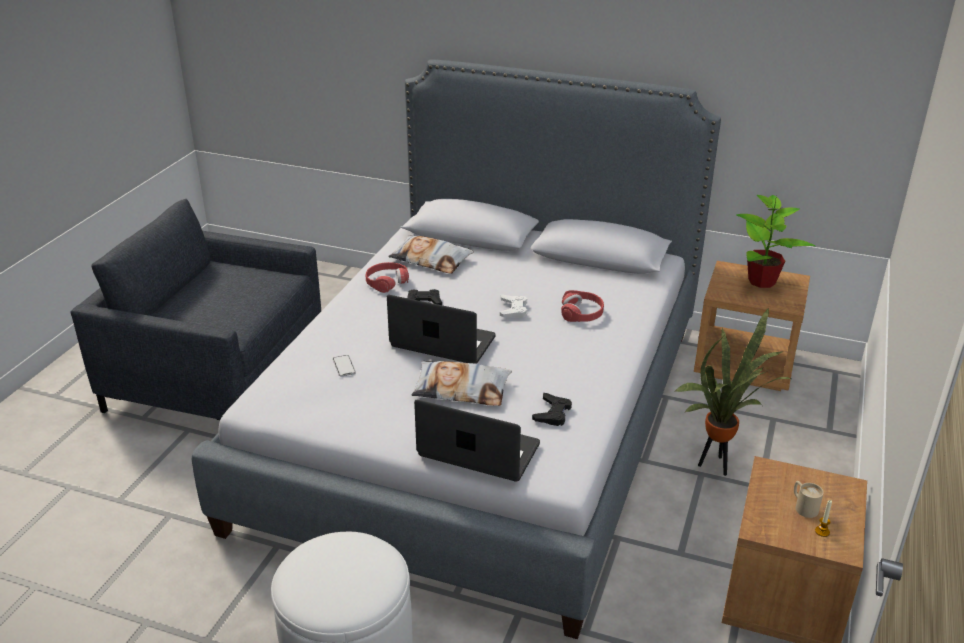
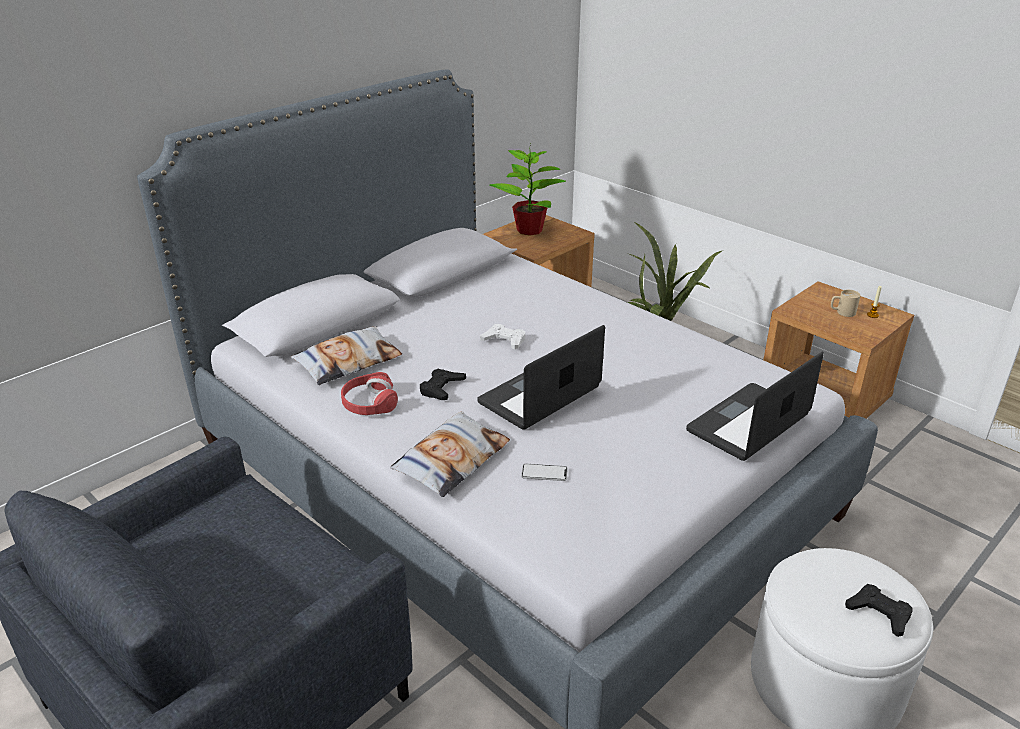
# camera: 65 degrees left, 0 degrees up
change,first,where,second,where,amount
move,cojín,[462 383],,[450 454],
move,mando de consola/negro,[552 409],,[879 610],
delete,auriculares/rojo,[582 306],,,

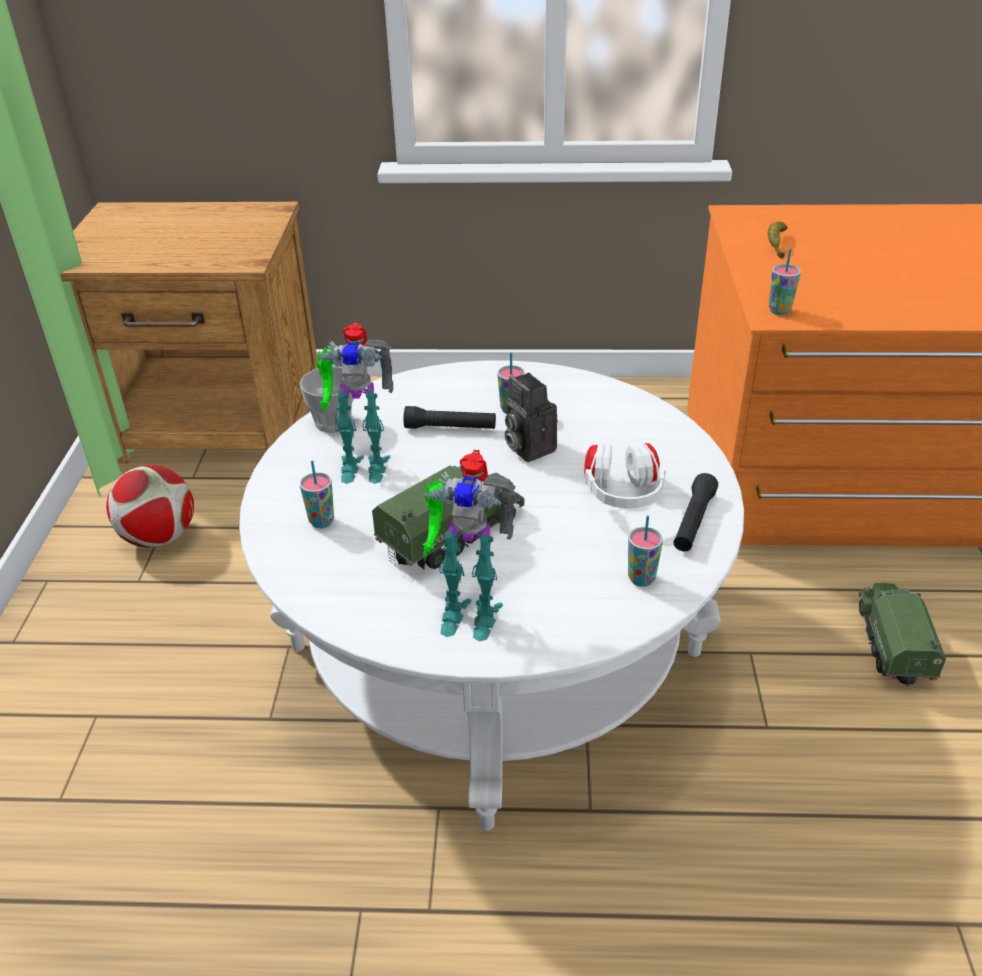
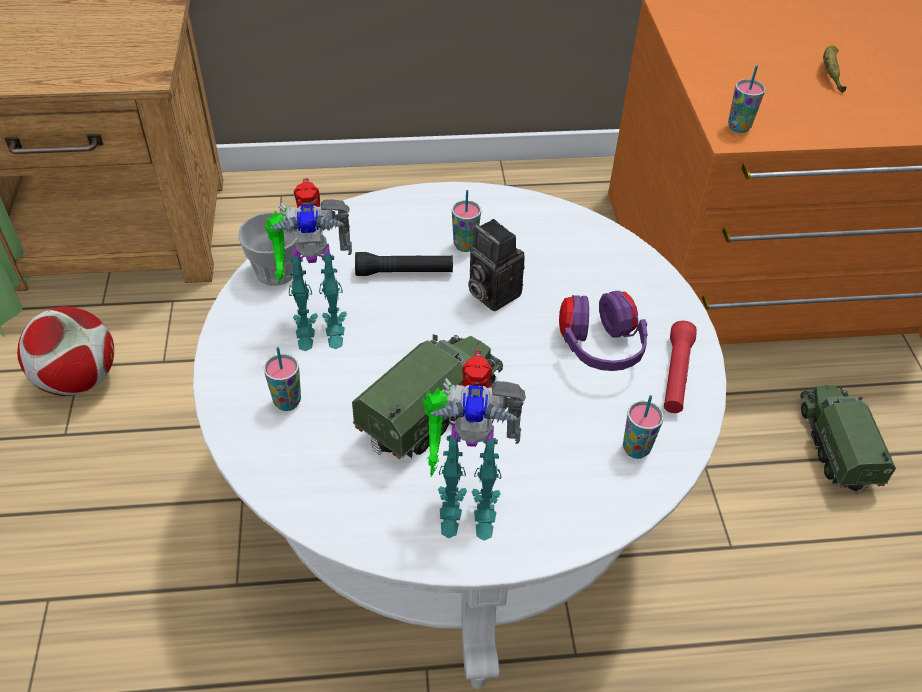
# camera: 10 degrees left, 10 degrees up
change,first,where,second,where,amount
recolor,auriculares/blanco,[625 475],auriculares/morado,[603 331],
recolor,linterna/negro,[696 512],linterna/rojo,[680 367],
move,plátano,[777 240],,[834 69],

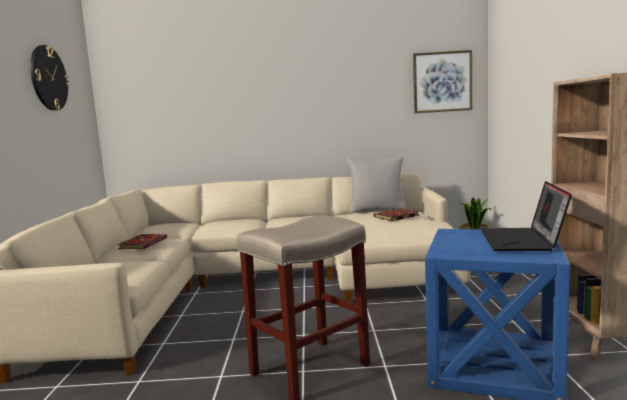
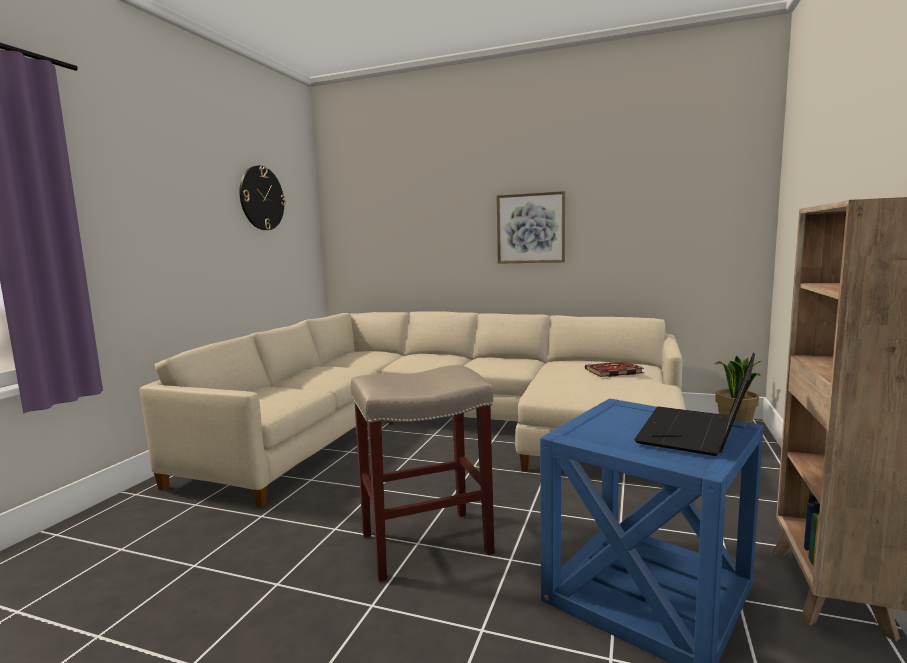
# camera: 20 degrees right, 0 degrees up
change,first,where,second,where,amount
move,cuadro,[442 81],,[531 227],
delete,libro,[142 241],,,
delete,cojín/gris,[377 185],,,

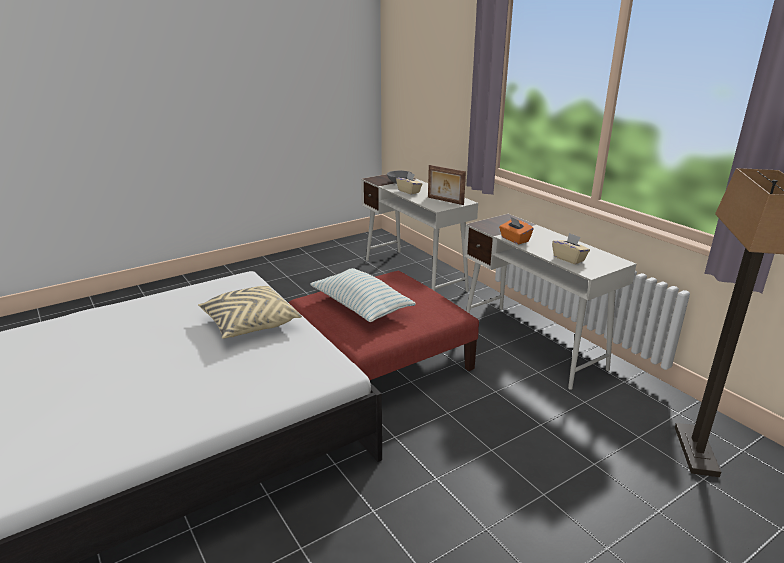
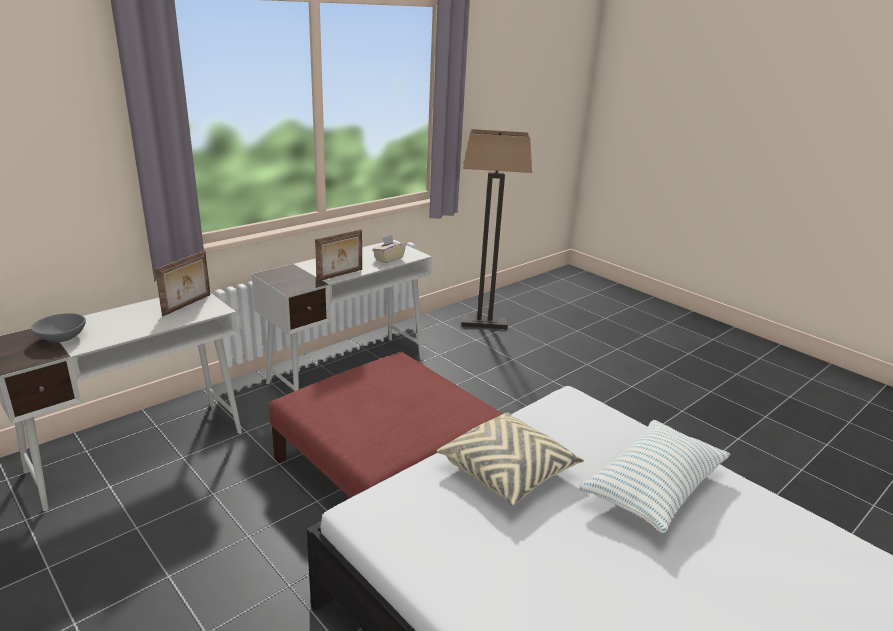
# camera: 100 degrees left, 0 degrees up
change,first,where,second,where,amount
replace,caja de pañuelos/naranja,[516 230],portarretratos,[338 255],
move,cojín,[363 295],,[655 476],
delete,caja de pañuelos/beis,[409 183],,,

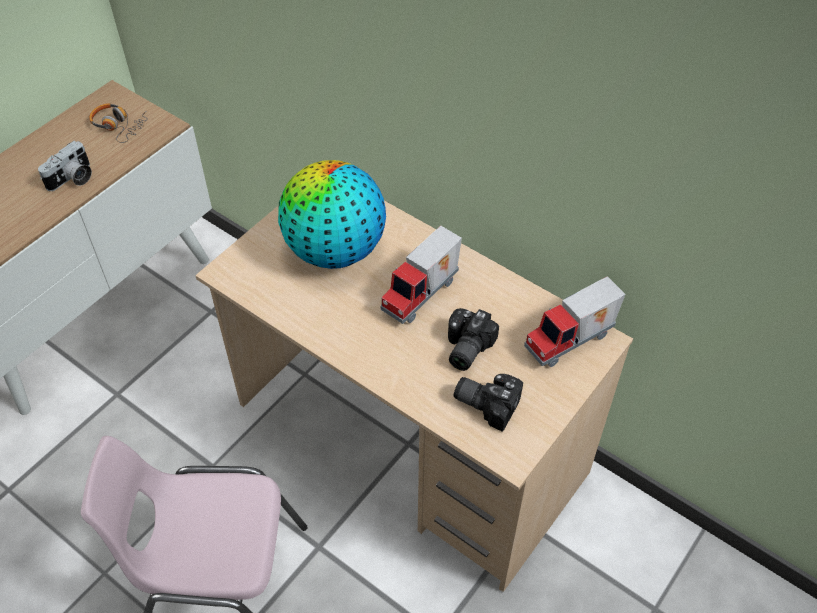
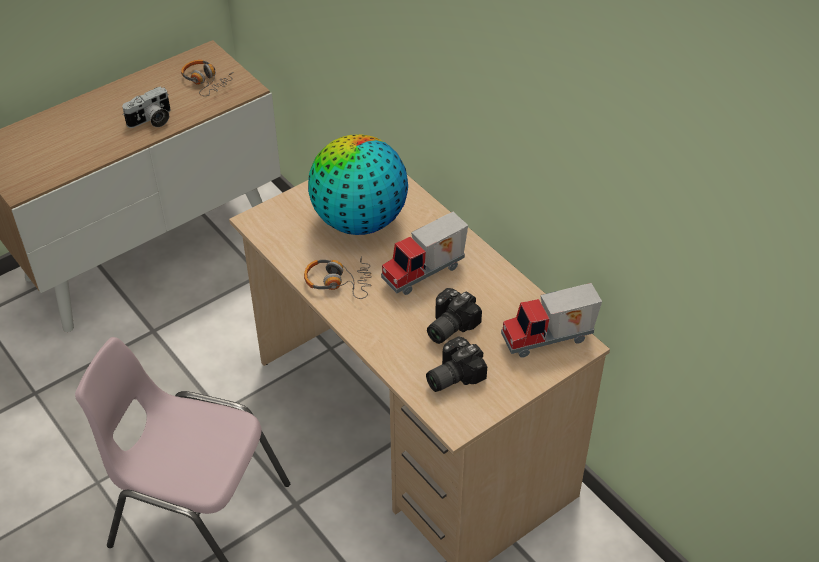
# camera: 15 degrees right, 5 degrees down
change,first,where,second,where,amount
insert,,,auriculares,[338 278],
rotate,cámara,[488 403],,[456 364],75 degrees counterclockwise

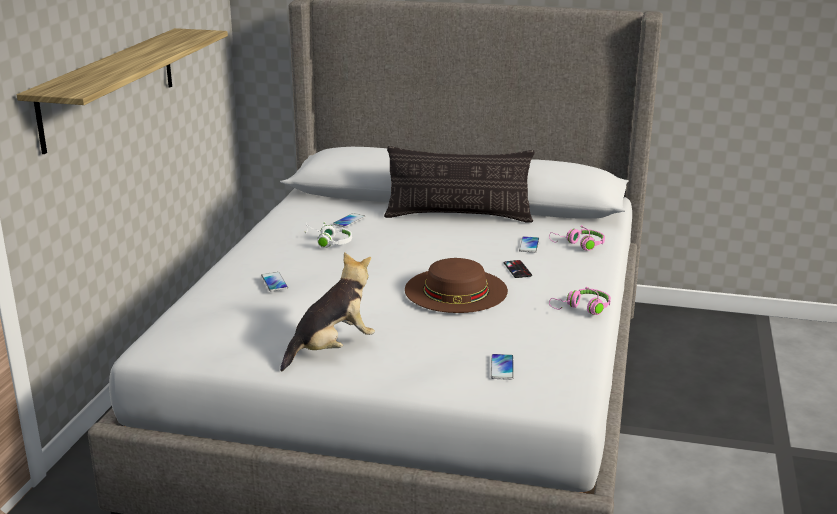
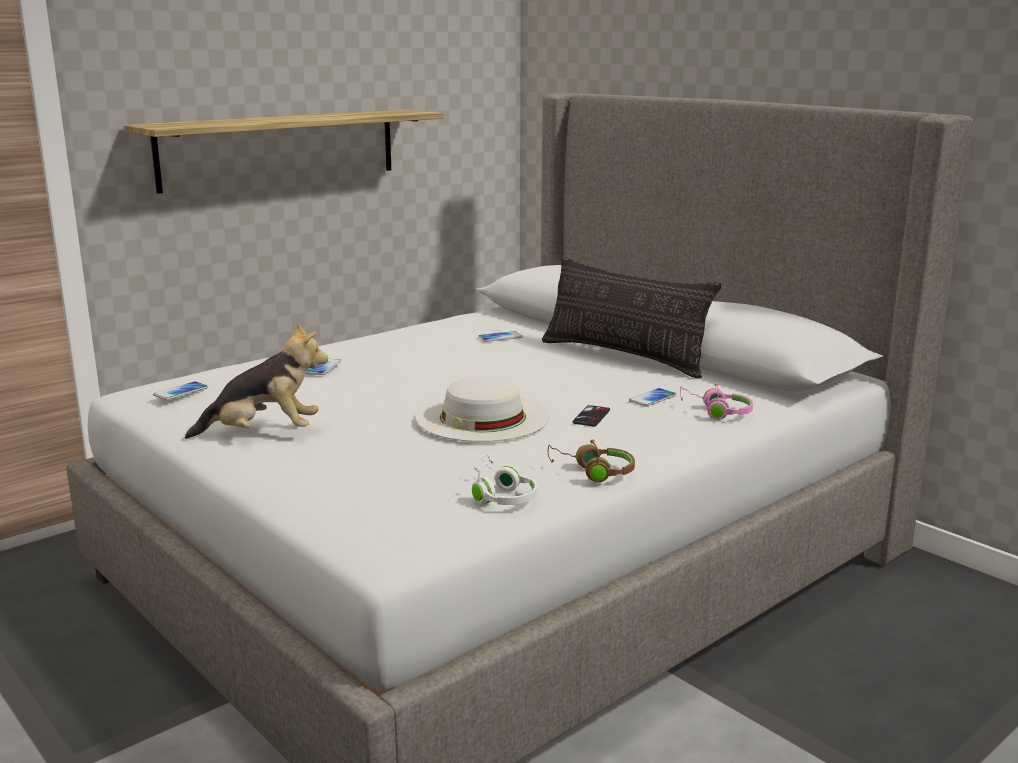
# camera: 35 degrees right, 5 degrees down
change,first,where,second,where,amount
move,móvil,[502 367],,[180 390],
recolor,sombrero/marrón,[456 285],sombrero/blanco,[483 409],
move,auriculares/blanco,[328 235],,[505 480],
recolor,auriculares/rosa,[580 301],auriculares/marrón,[591 460],

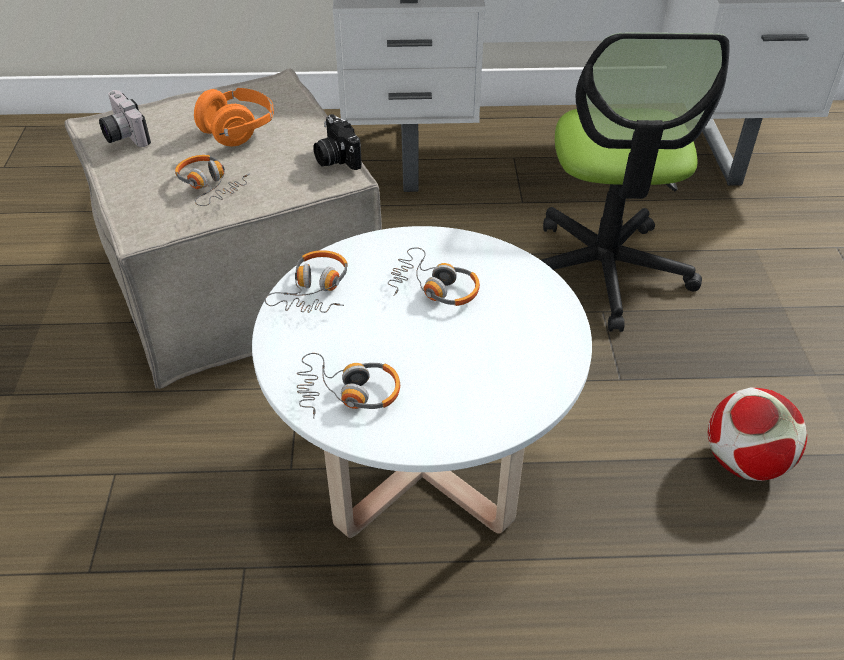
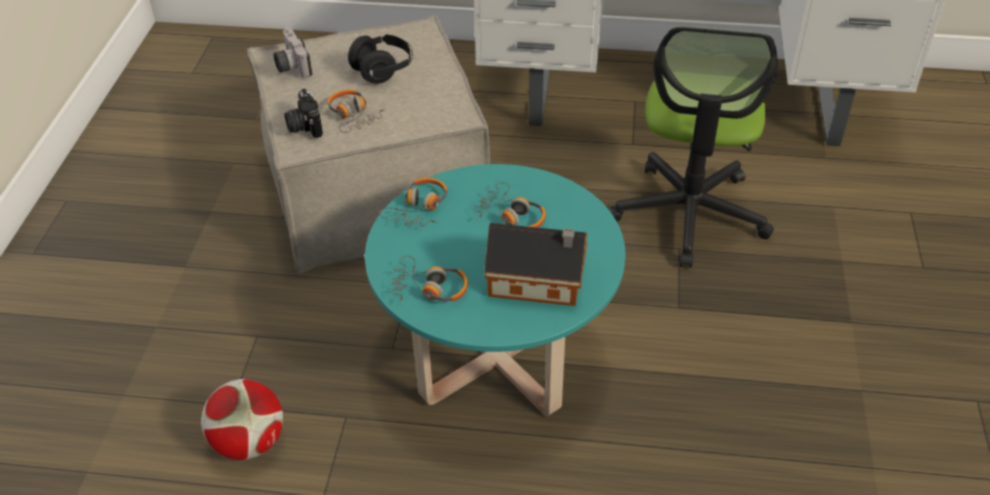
# camera: 10 degrees right, 0 degrees up
change,first,where,second,where,amount
move,balón de fútbol,[757 434],,[242 419],
move,cámara,[337 142],,[303 113],
recolor,auriculares/naranja,[234 117],auriculares/negro,[380 59],
recolor,mesa de centro/blanco,[422 382],mesa de centro/turquesa,[495 290],
insert,,,casita,[536 264],

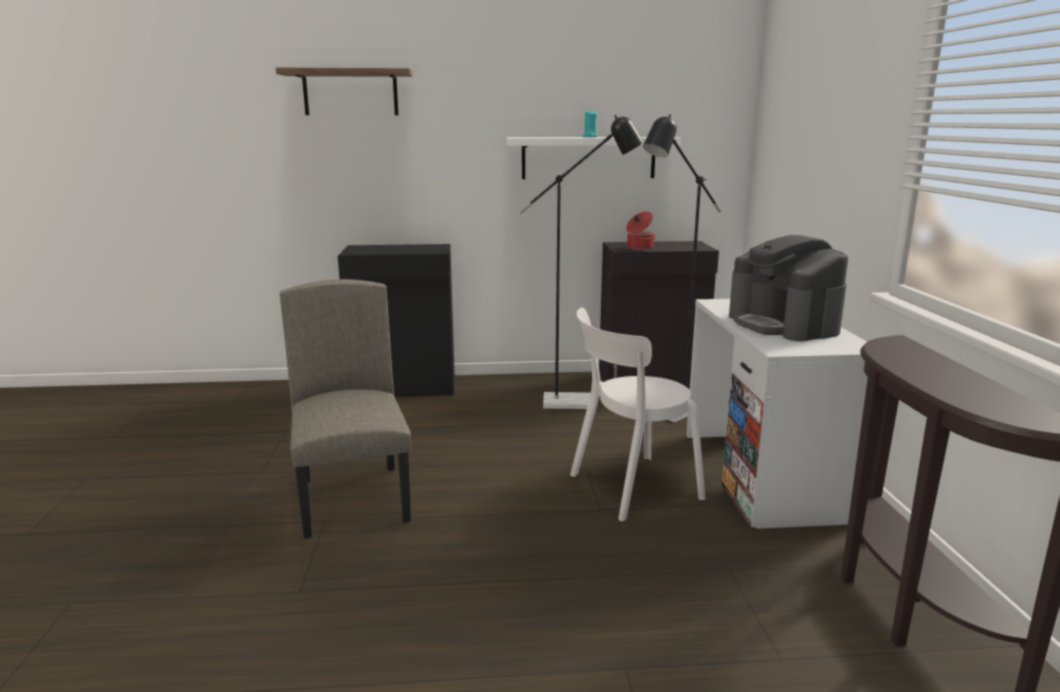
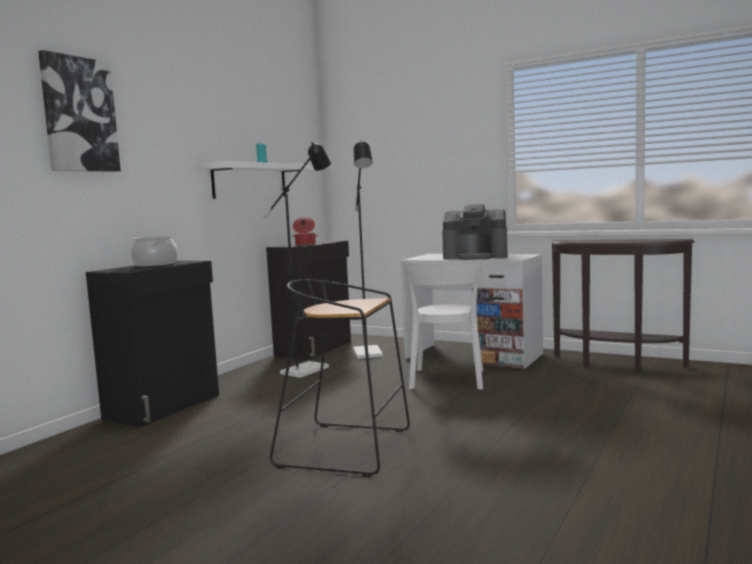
# camera: 55 degrees left, 10 degrees down
change,first,where,second,where,amount
replace,estante,[344 91],cuadro,[79 111],
insert,,,olla,[154 251],
replace,silla/beis,[345 409],taburete/negro,[340 378],

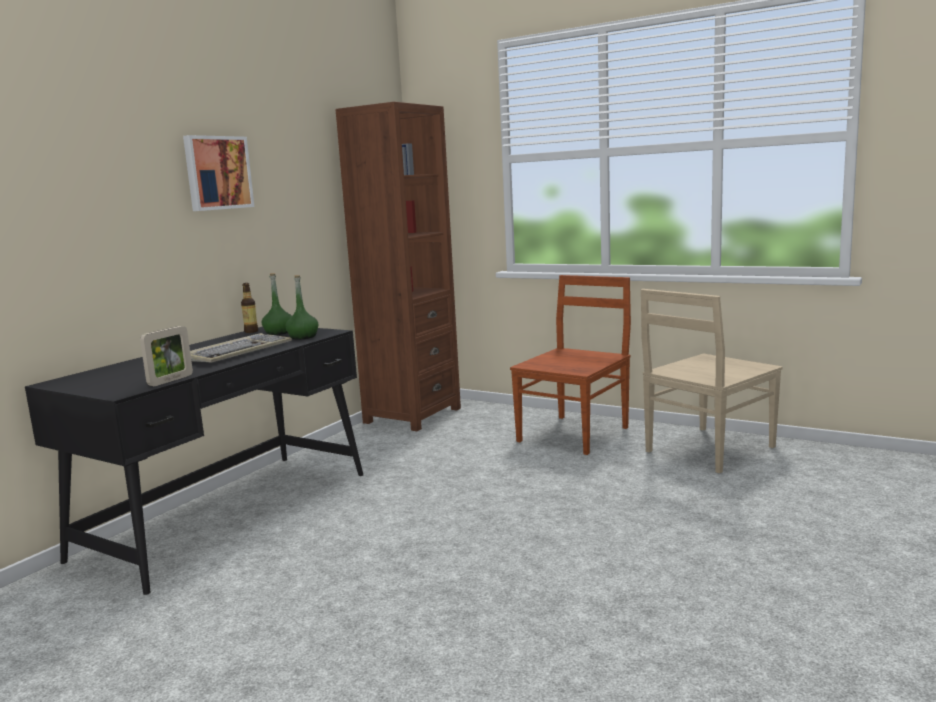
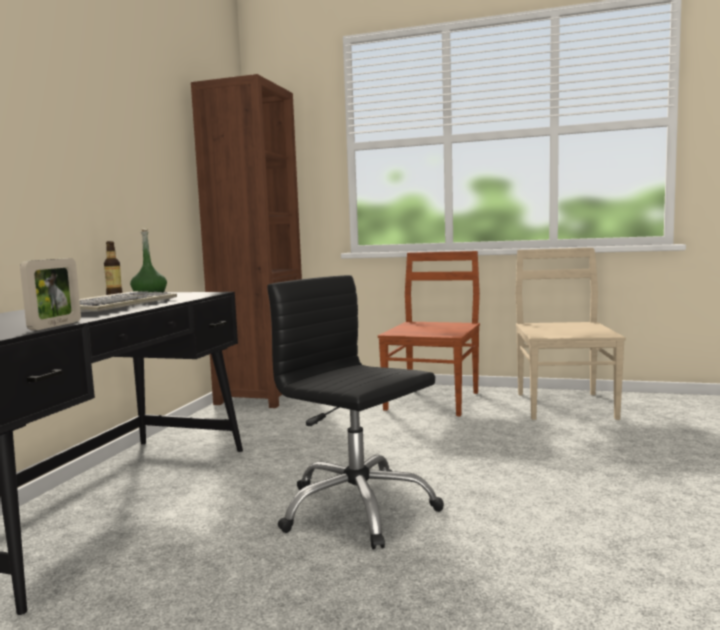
# camera: 15 degrees left, 5 degrees down
change,first,where,second,where,amount
insert,,,silla de oficina/negro,[355 412],
rotate,silla/beis,[712 381],,[570 334],150 degrees clockwise
delete,cuadro,[218 173],,,
delete,botella/verde,[301 307],,,

